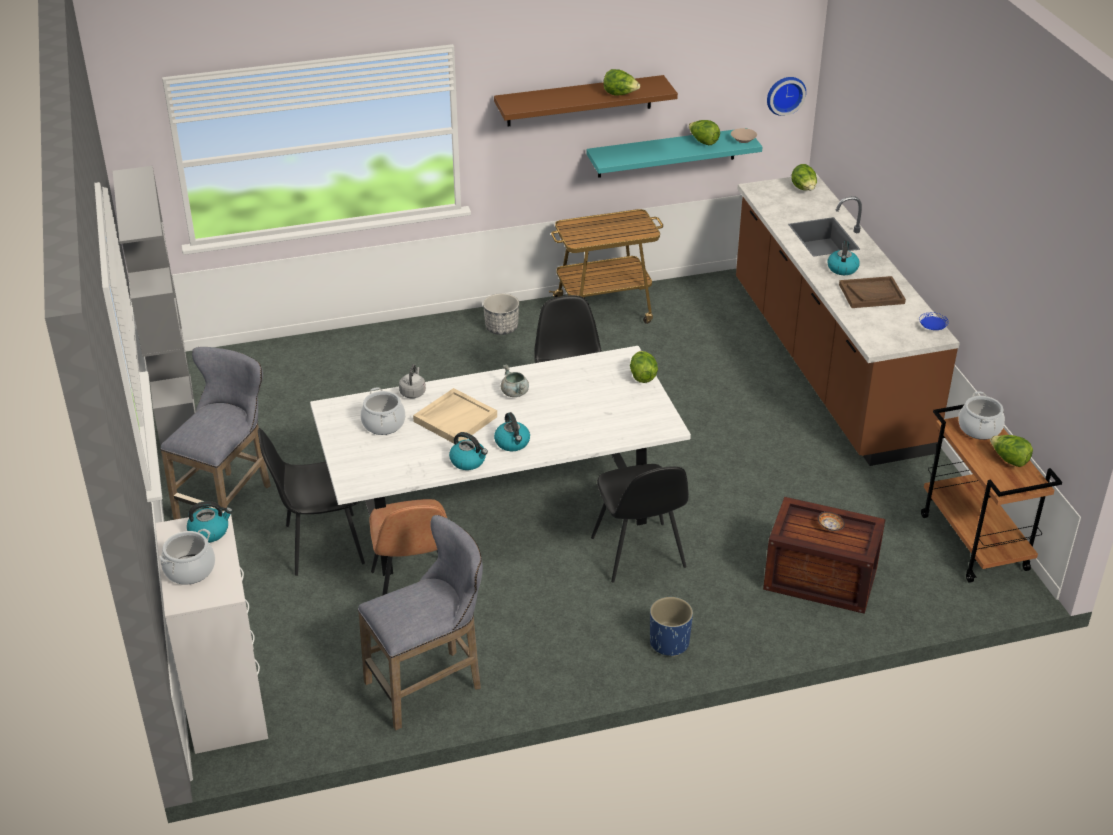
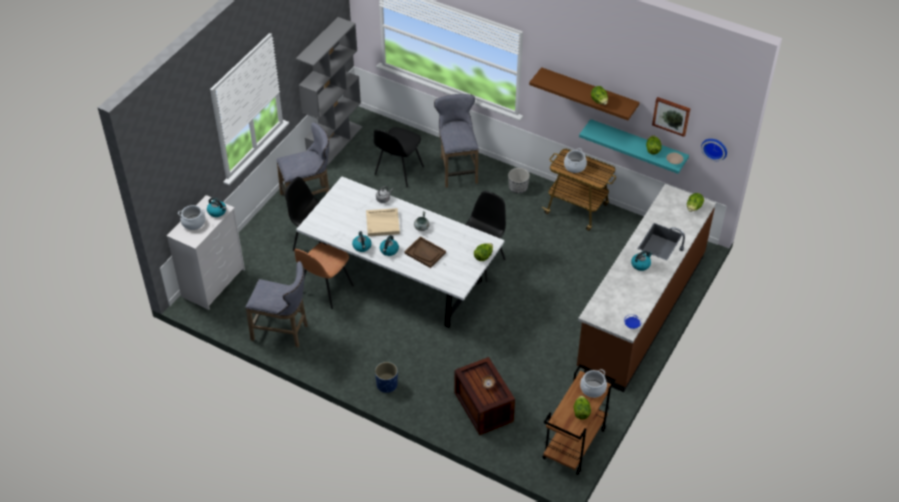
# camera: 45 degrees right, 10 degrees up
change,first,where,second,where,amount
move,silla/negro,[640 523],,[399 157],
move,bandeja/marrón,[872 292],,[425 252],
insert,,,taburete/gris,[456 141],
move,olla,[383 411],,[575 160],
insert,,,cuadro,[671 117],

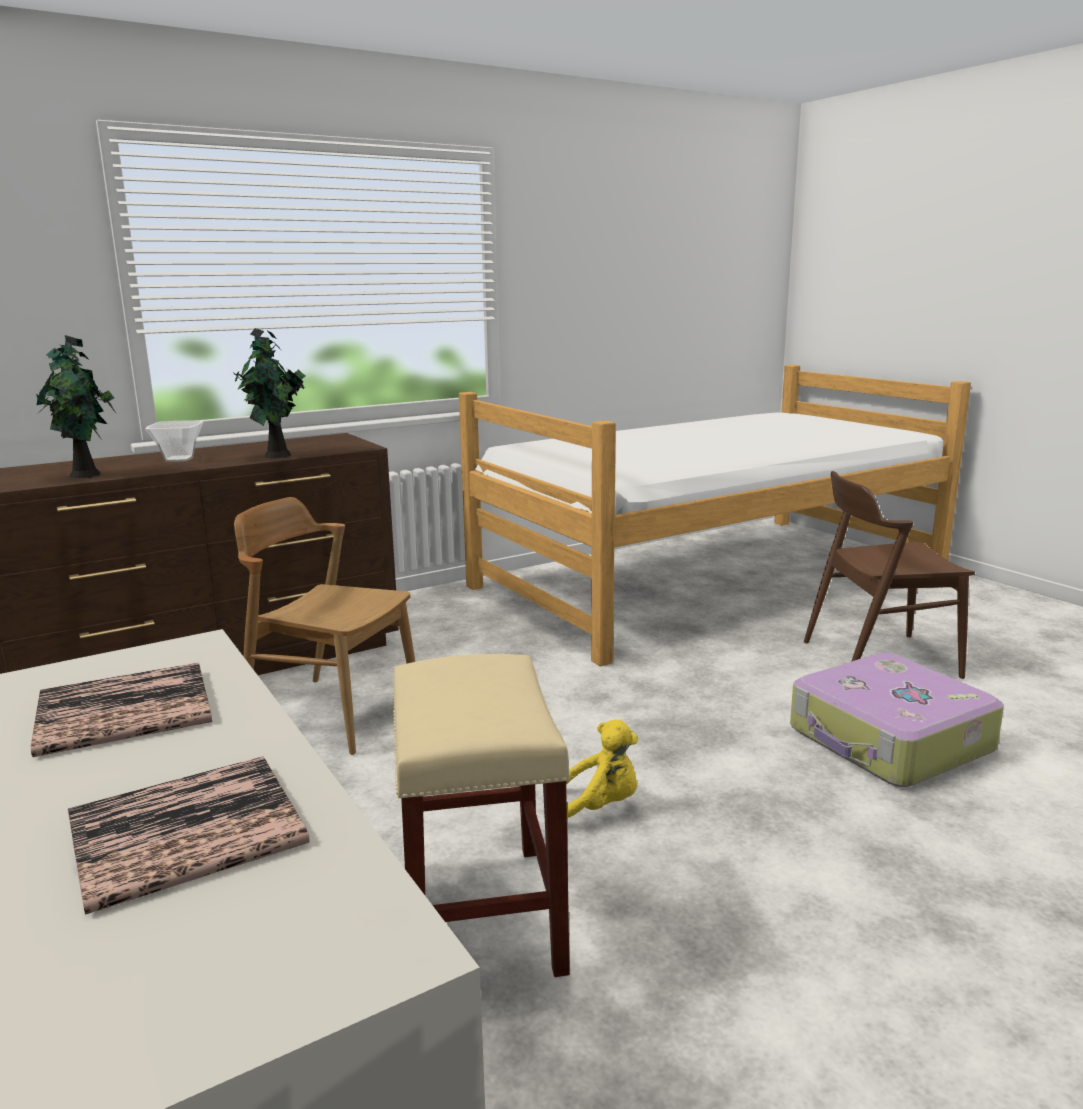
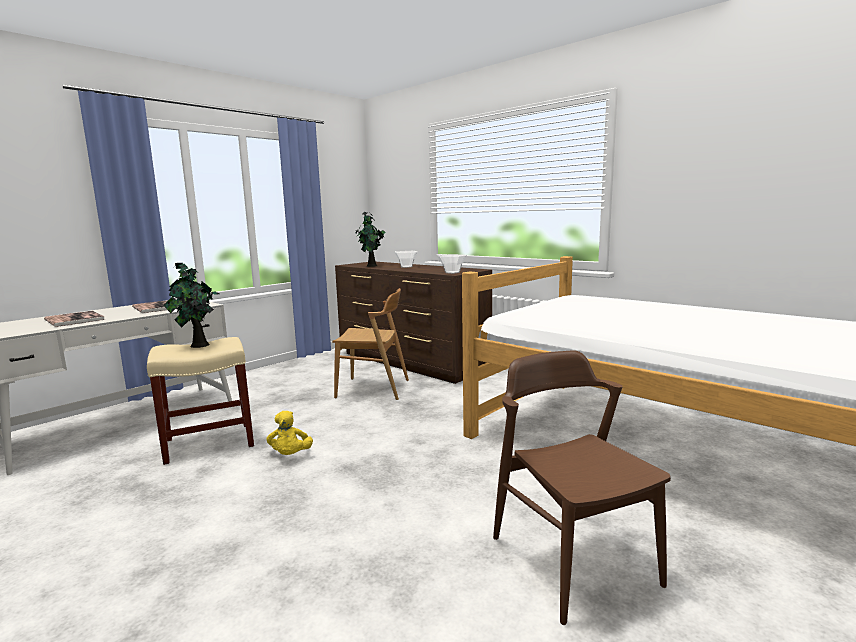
# camera: 75 degrees right, 5 degrees down
change,first,where,second,where,amount
move,planta en maceta,[269 393],,[191 305],
rotate,silla/marrón,[324 626],,[370 344],90 degrees clockwise
insert,,,cuenco,[452 264],
delete,maleta,[897 720],,,

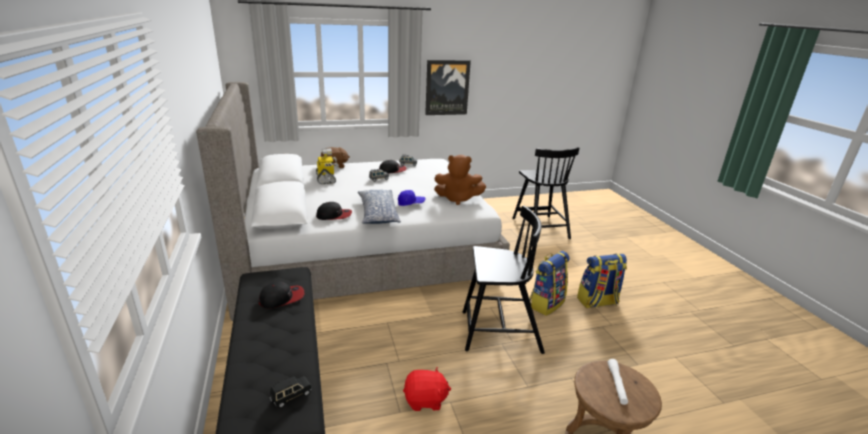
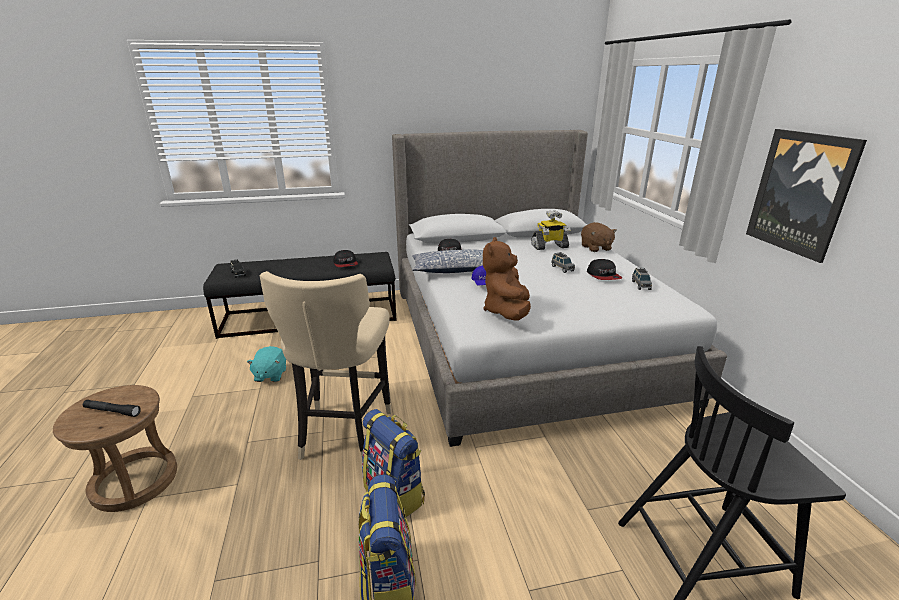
# camera: 95 degrees right, 0 degrees up
change,first,where,second,where,amount
recolor,linterna/blanco,[618 382],linterna/negro,[112 408],
recolor,peluche/rojo,[427 389],peluche/turquesa,[266 364],
replace,silla/negro,[504 280],taburete/beis,[325 365],

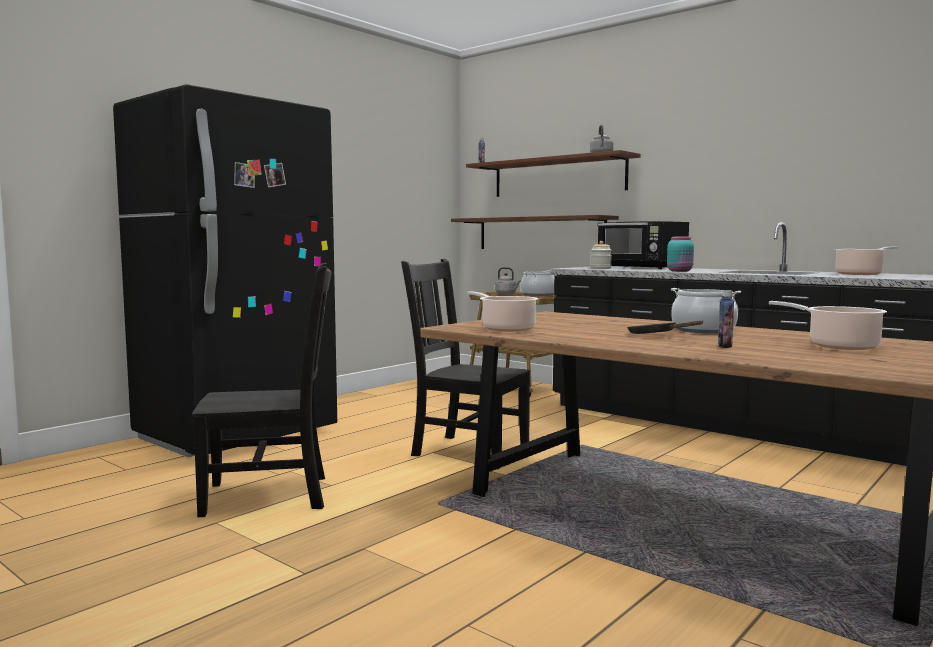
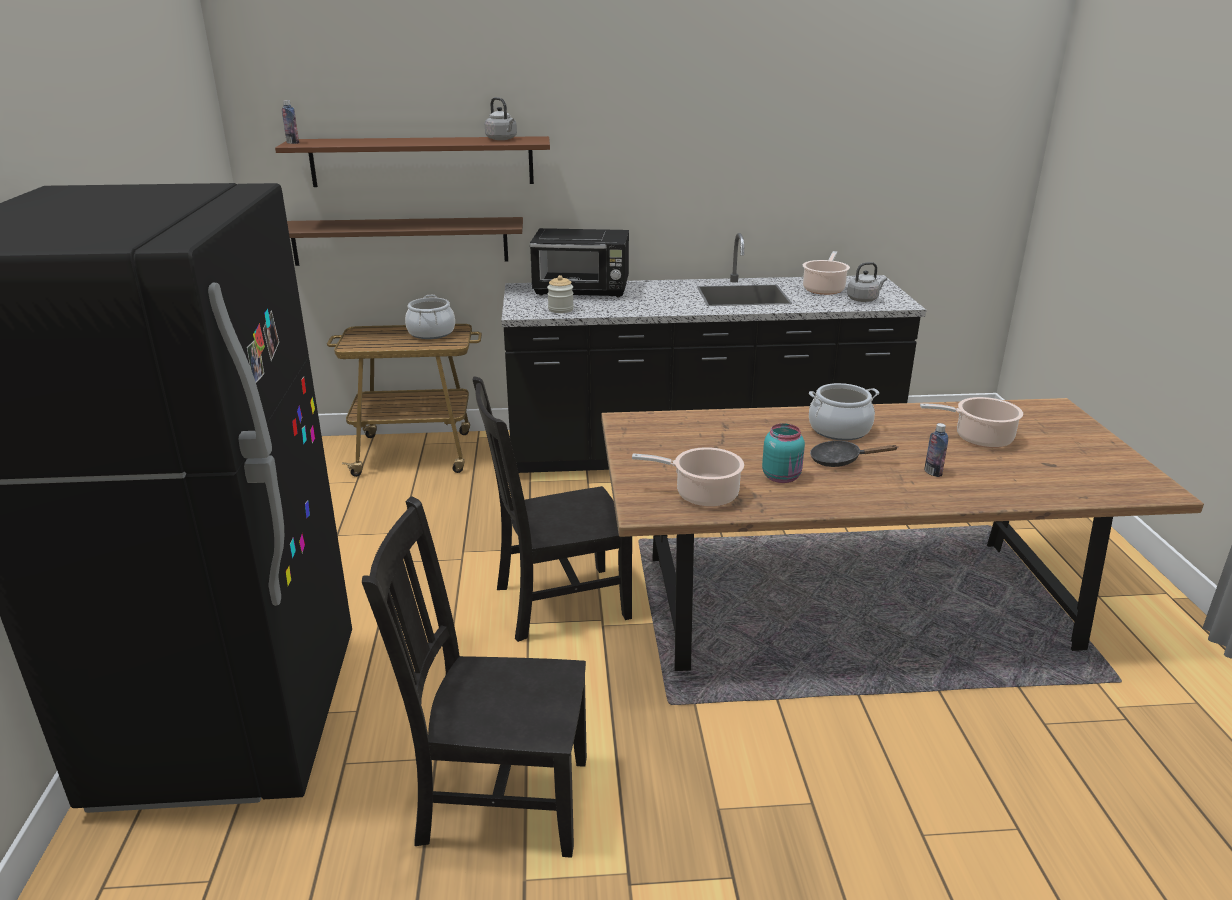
# camera: 45 degrees left, 20 degrees up
change,first,where,second,where,amount
rotate,silla/negro,[262 390],,[474 677],120 degrees counterclockwise
move,tarro/turquesa,[680 254],,[783 453],
move,hervidor/gris,[508 280],,[867 282],

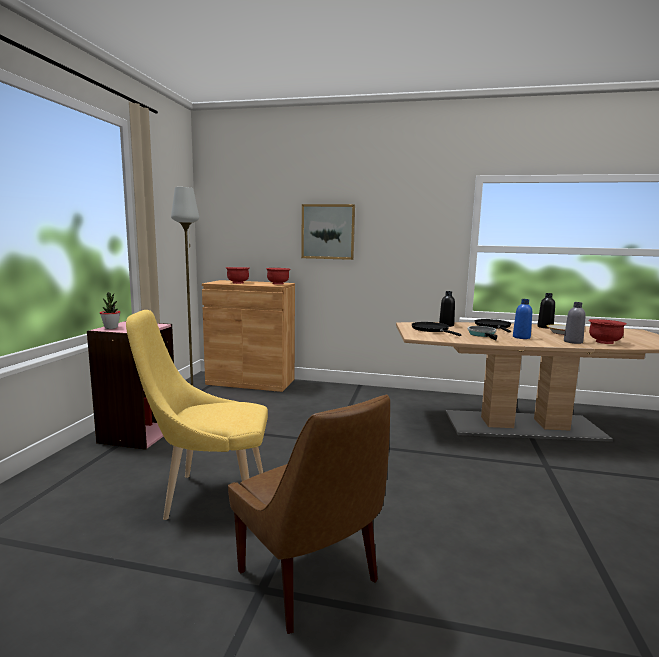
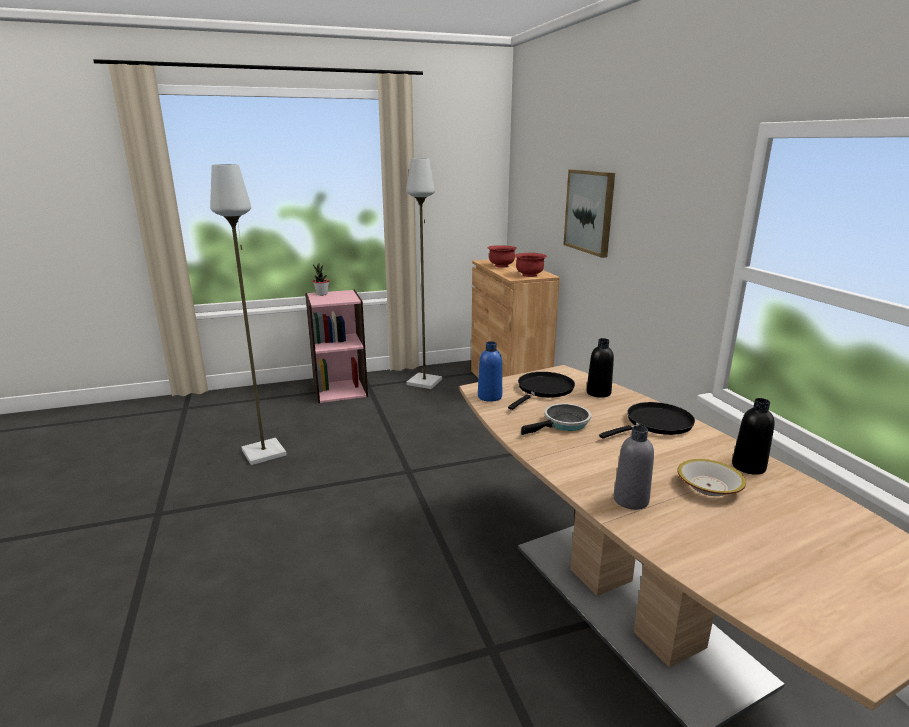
# camera: 60 degrees right, 10 degrees up
change,first,where,second,where,amount
replace,silla/amarillo,[197 415],lámpara de pie/gris,[248 314],
move,botella/azul,[522 319],,[490 371],
delete,silla/marrón,[309 514],,,
delete,cuenco/rojo,[607 331],,,

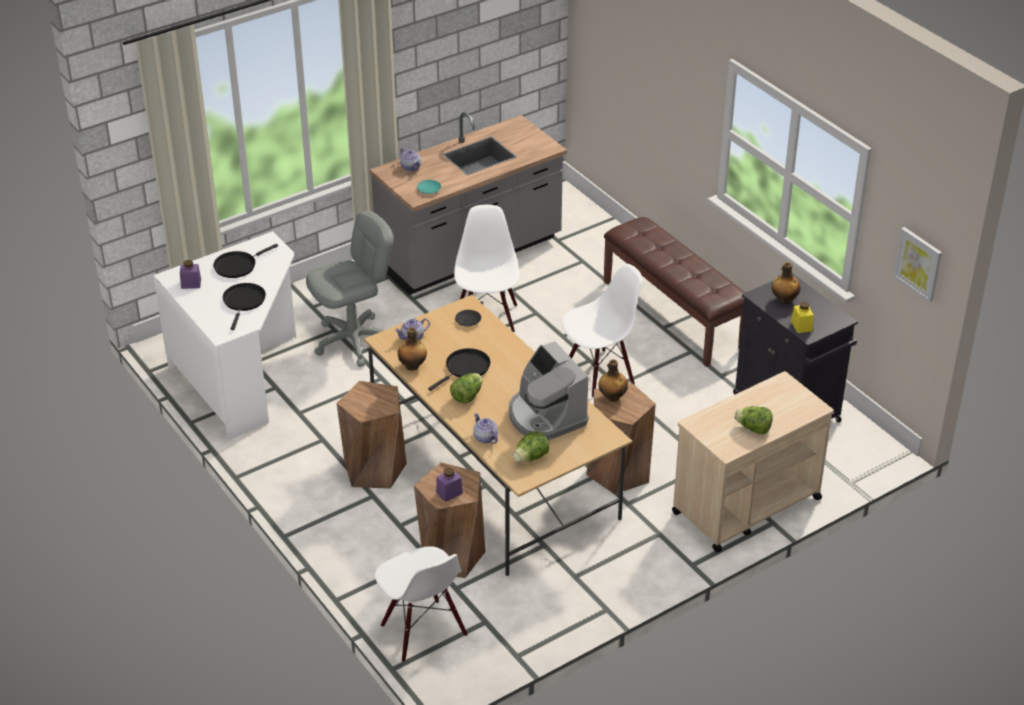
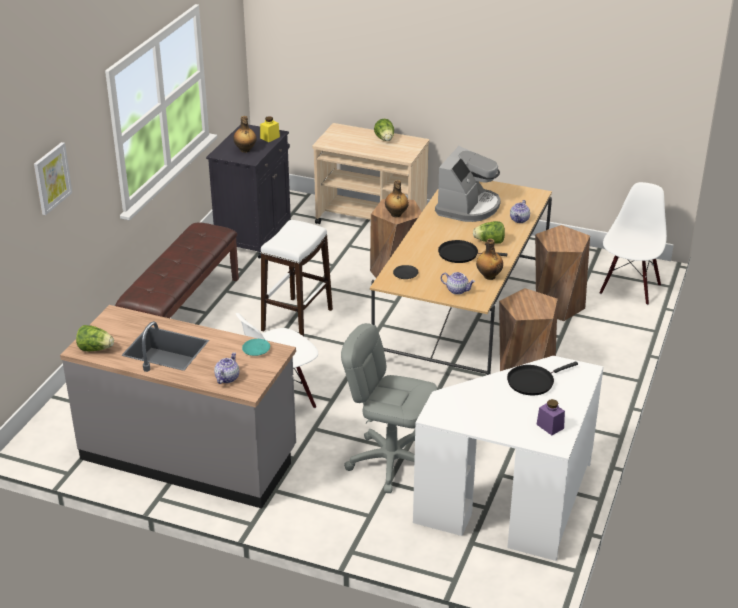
# camera: 125 degrees left, 5 degrees down
change,first,where,second,where,amount
move,cuadro,[917 264],,[53 178],
move,lechuga,[531 446],,[95 338],
replace,silla/blanco,[602 330],taburete/blanco,[297 278],
delete,sartén/negro,[245 261],,,
delete,tarro/morado,[449 485],,,

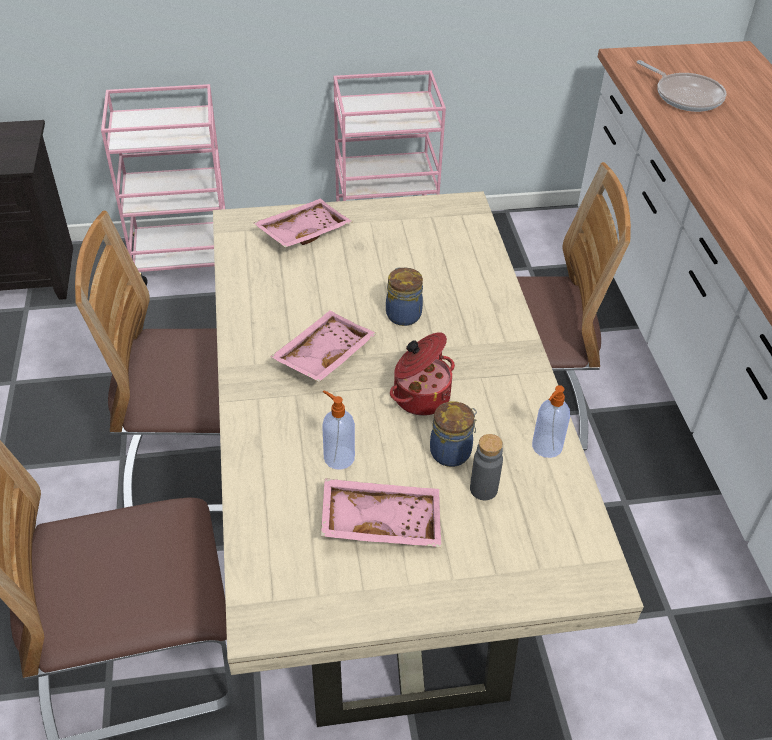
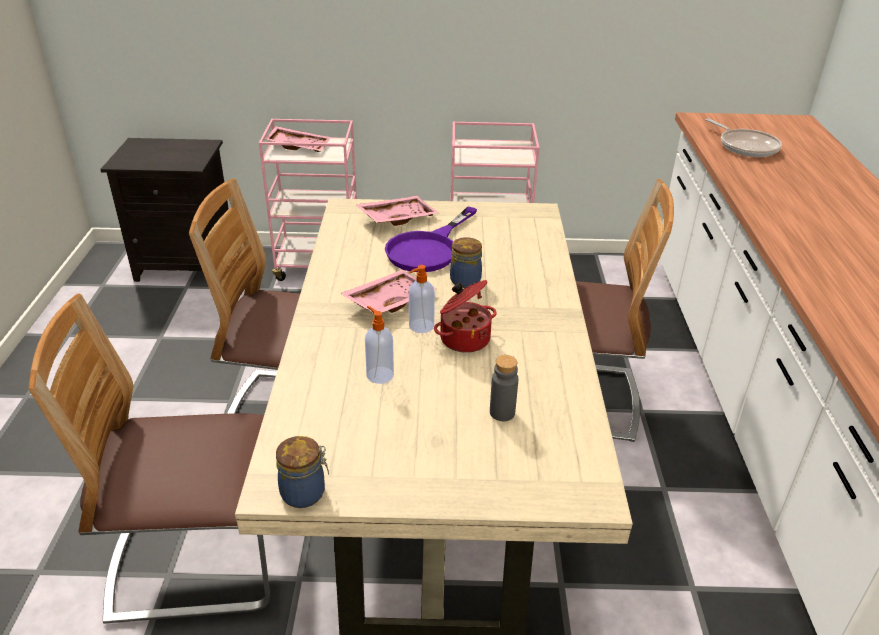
# camera: 10 degrees right, 10 degrees down
change,first,where,second,where,amount
move,bandeja/rosa,[381 512],,[298 139],
move,tarro,[453 434],,[302 472],
insert,,,sartén/morado,[431 239],
move,dispensador de jabón,[551 421],,[422 299],

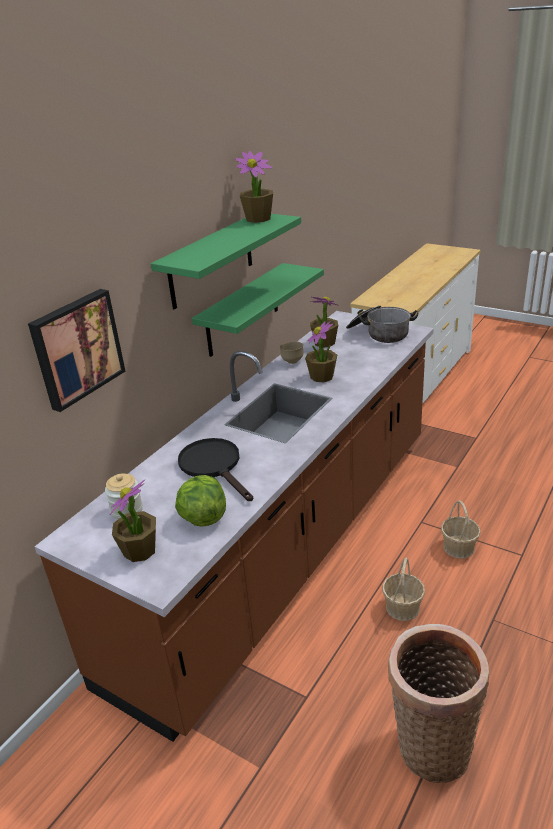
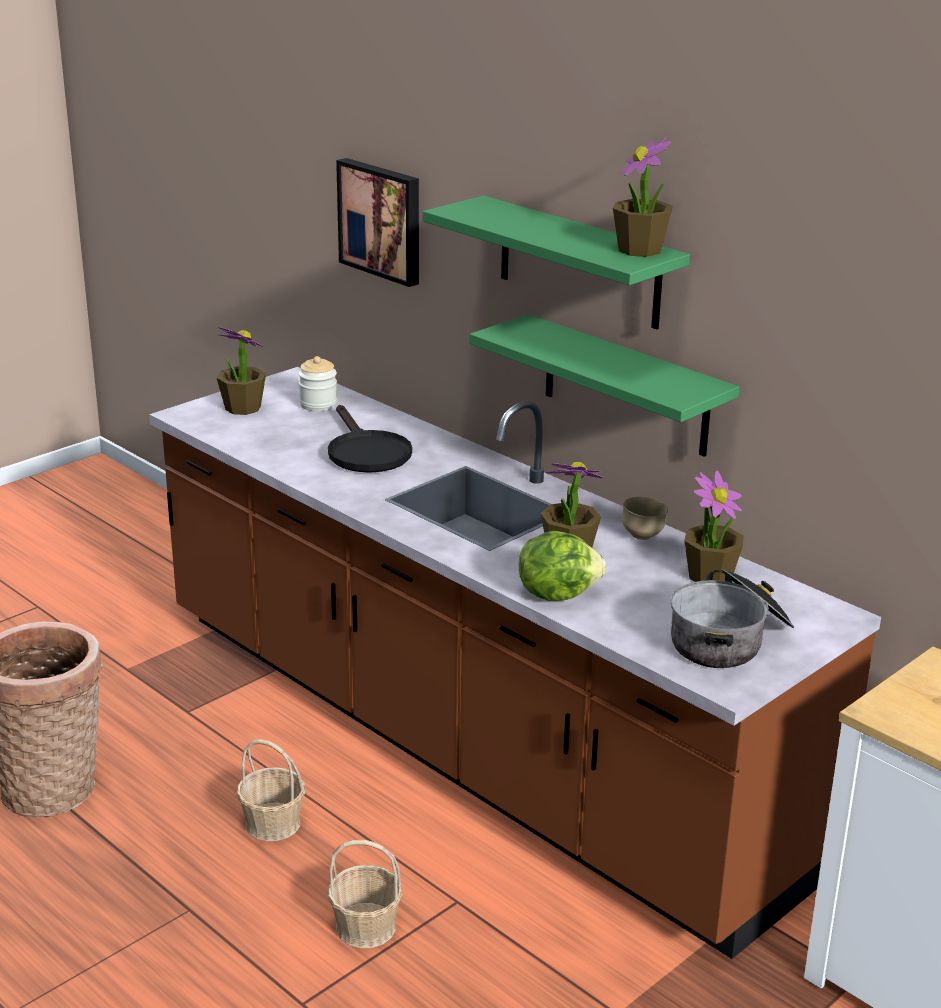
# camera: 100 degrees right, 5 degrees down
change,first,where,second,where,amount
rotate,sartén/negro,[215 469],,[370 439],90 degrees clockwise
move,lechuga,[200 501],,[562 566],

